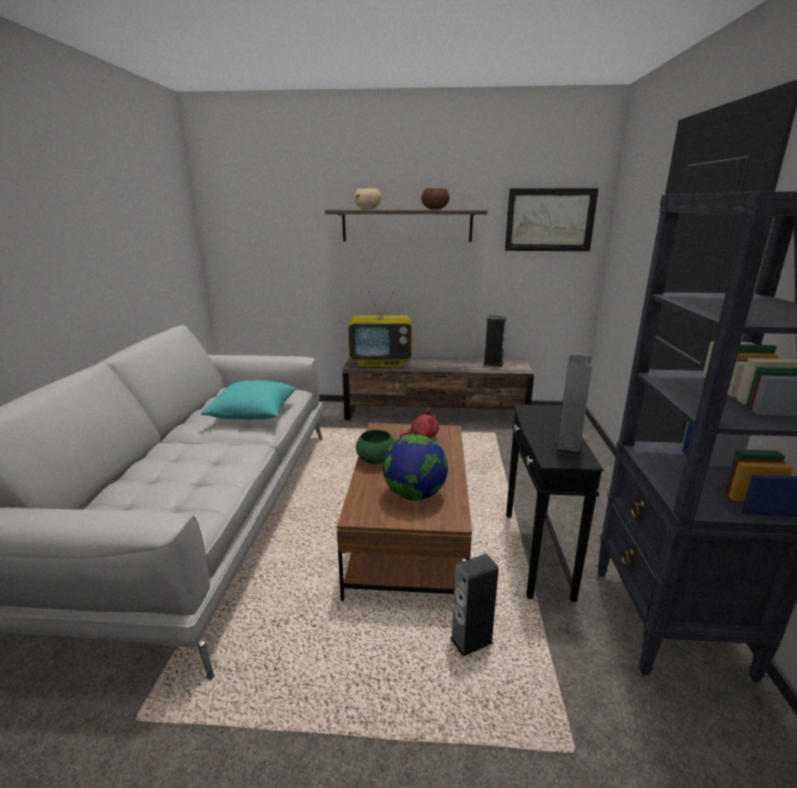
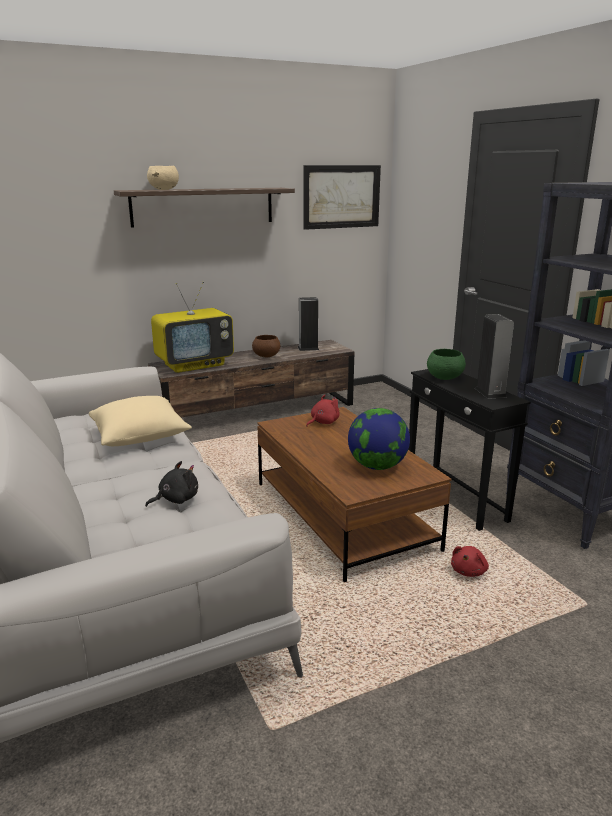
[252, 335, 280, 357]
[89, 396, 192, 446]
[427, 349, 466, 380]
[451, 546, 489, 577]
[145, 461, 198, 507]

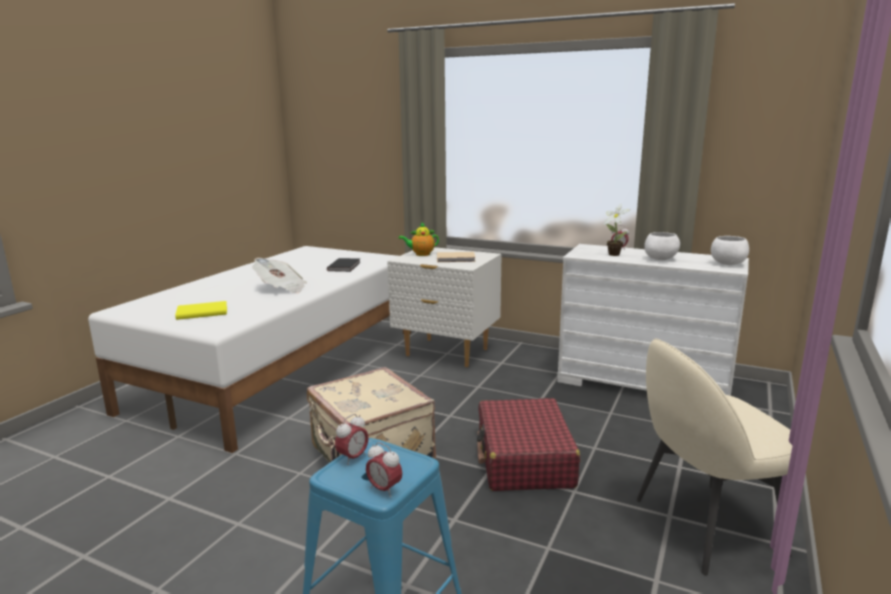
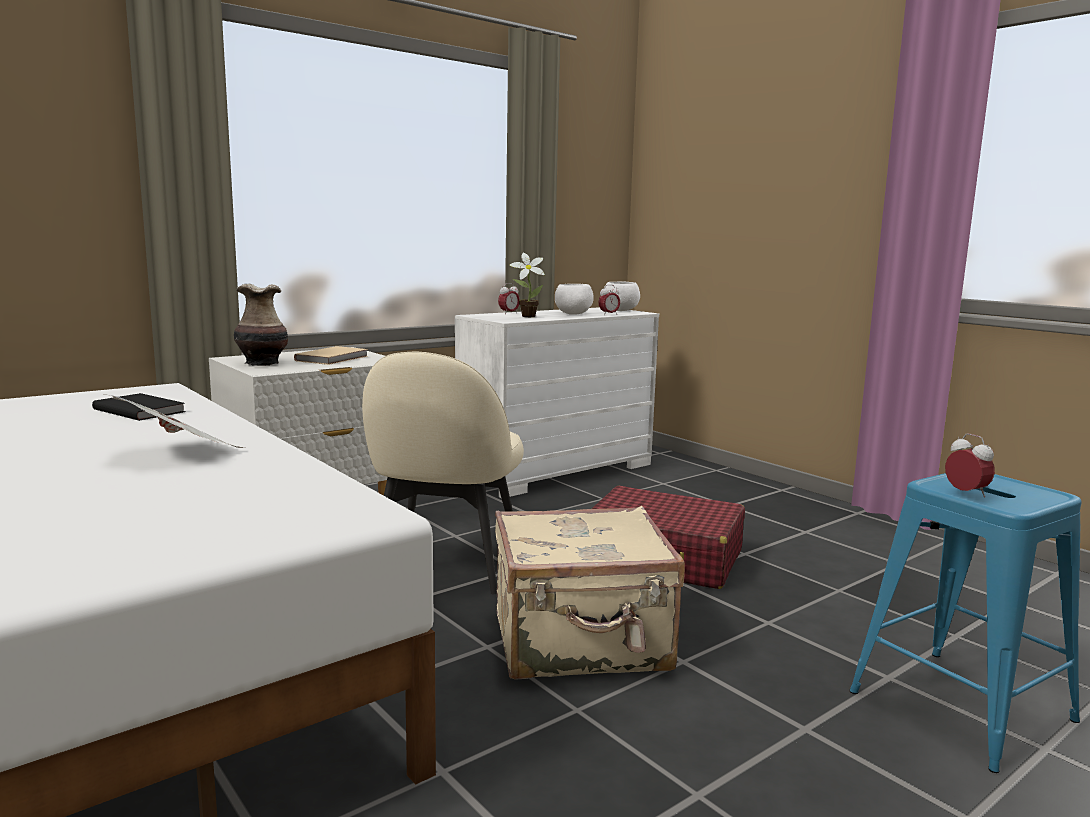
[234, 284, 288, 366]
[175, 301, 227, 320] (first image)
[362, 352, 524, 594]
[598, 285, 620, 316]

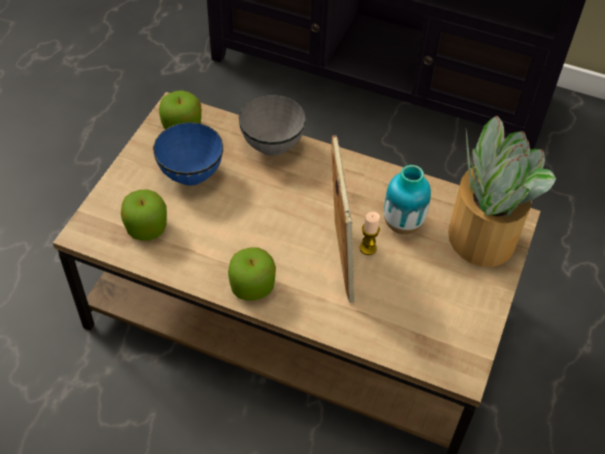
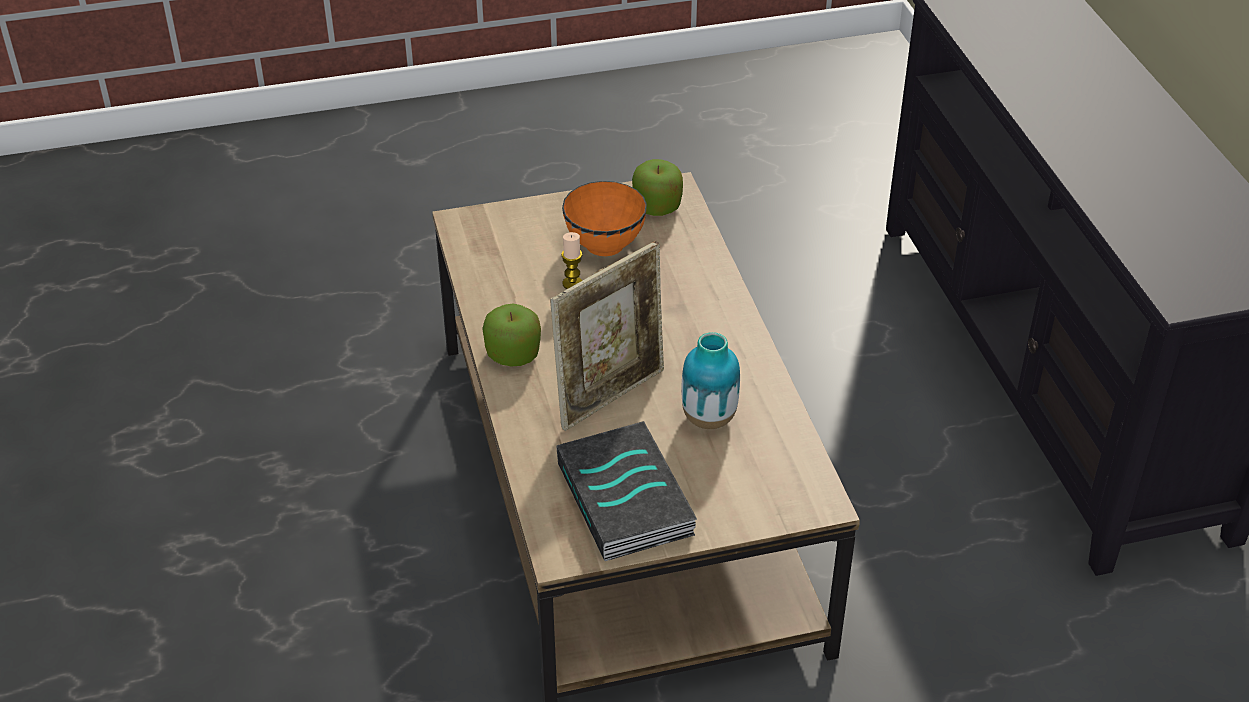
[239, 95, 306, 156] (first image)
[448, 116, 556, 267] (first image)
[562, 181, 647, 256]
[121, 189, 167, 240] (first image)
[561, 232, 582, 289]
[556, 421, 697, 561]

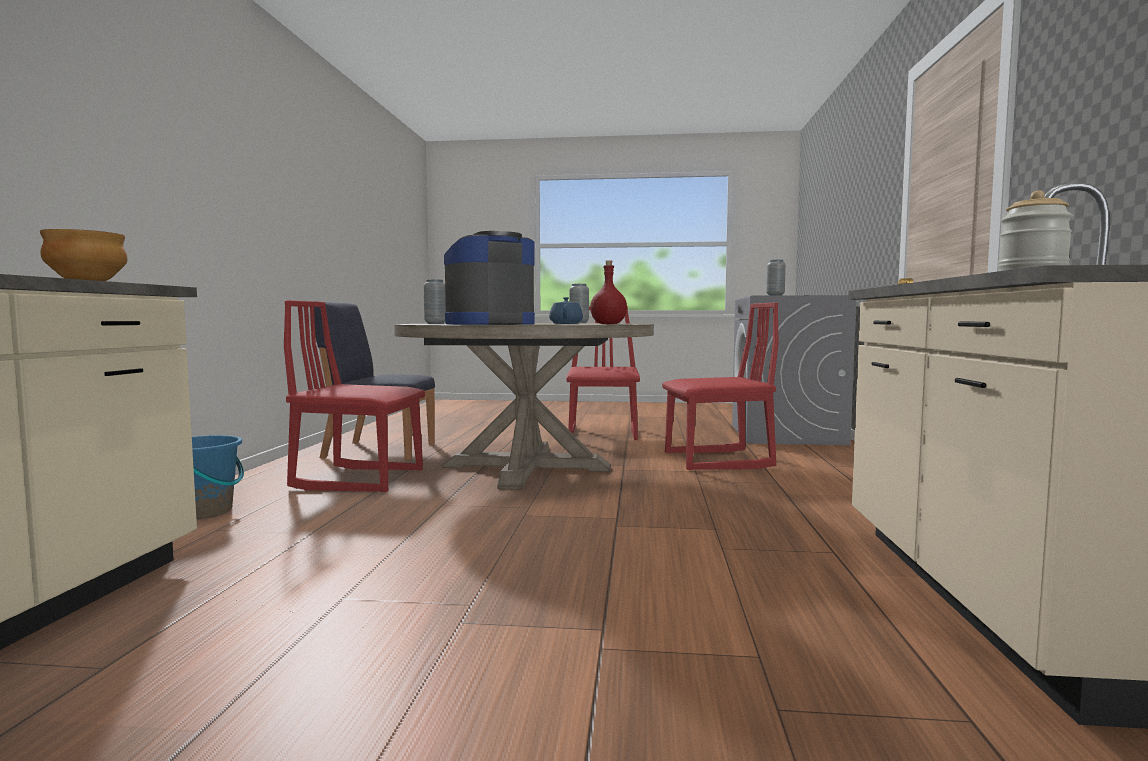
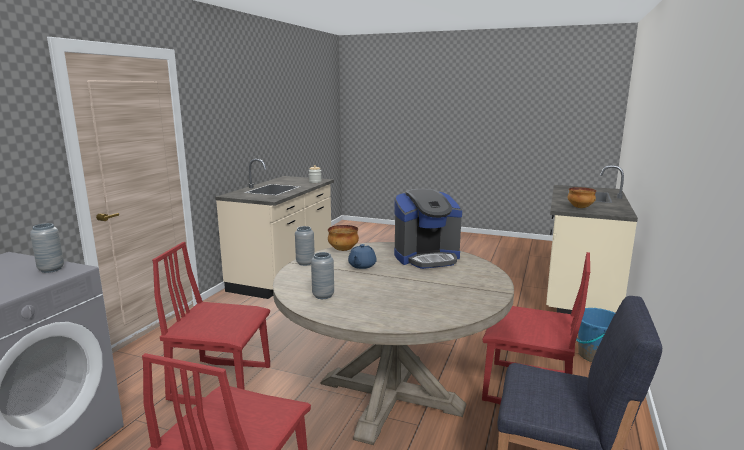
[328, 225, 359, 251]
[295, 226, 315, 266]

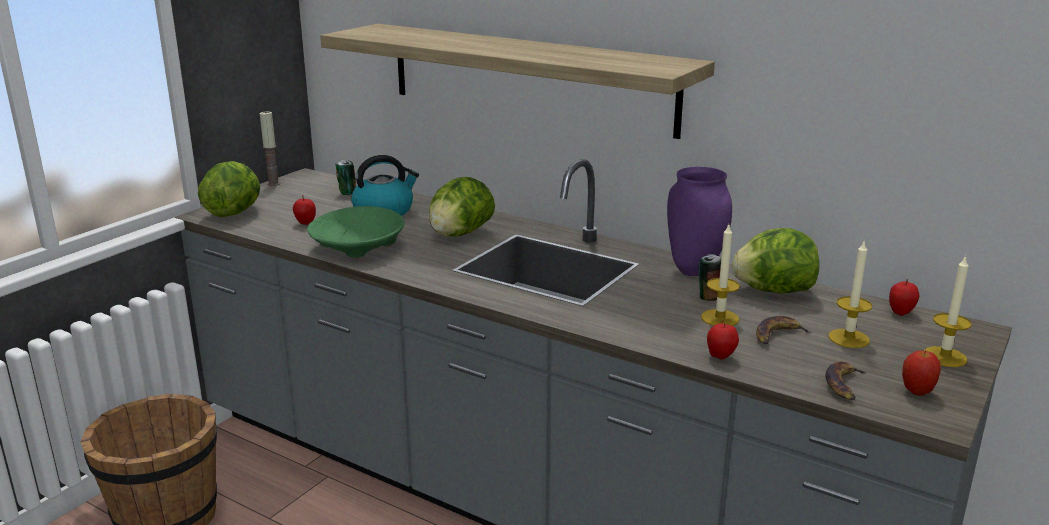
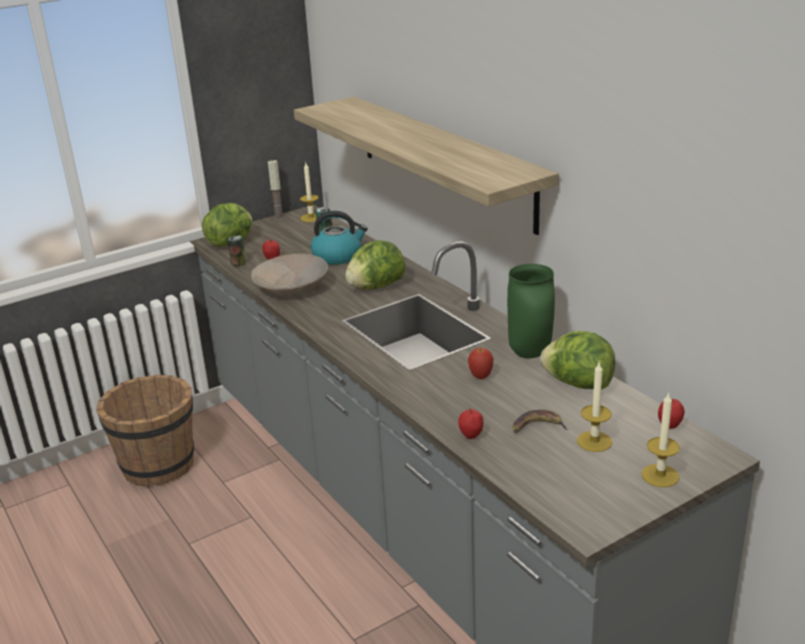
[507, 264, 555, 358]
[251, 253, 328, 298]
[300, 163, 319, 222]
[228, 235, 246, 266]
[468, 348, 494, 379]
[825, 361, 868, 400] (first image)

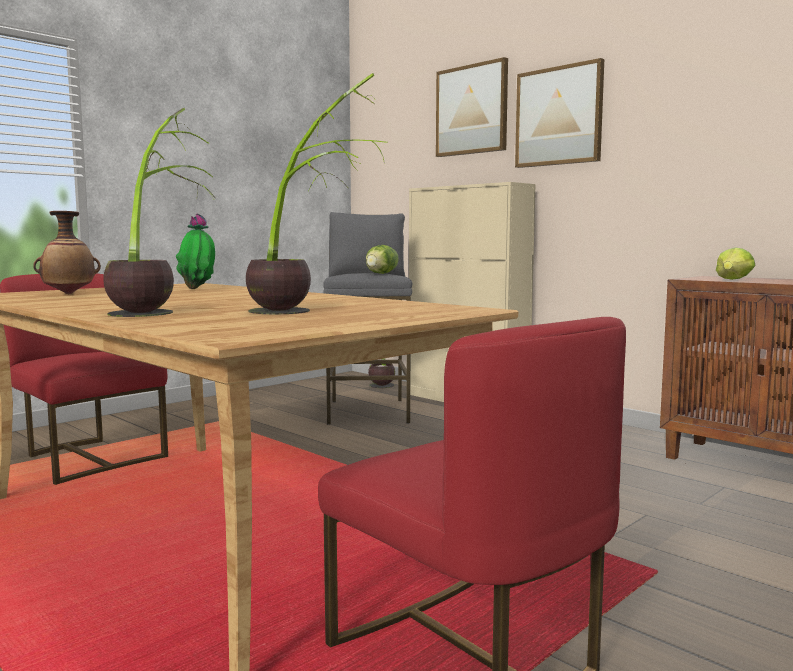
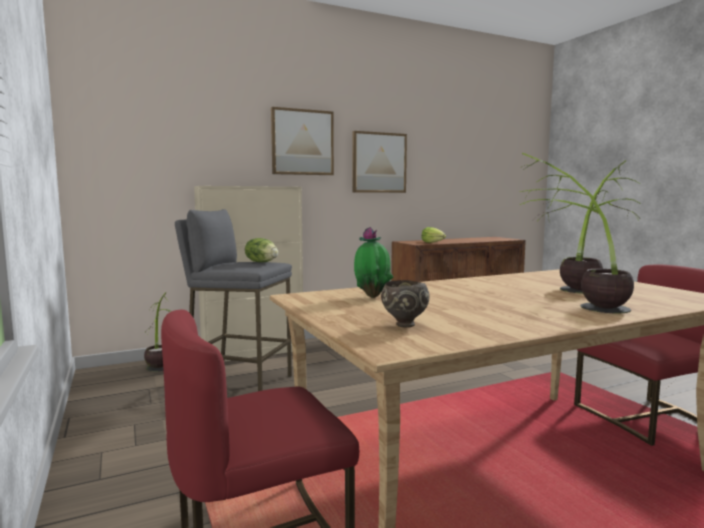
[352, 131, 407, 193]
[381, 280, 430, 328]

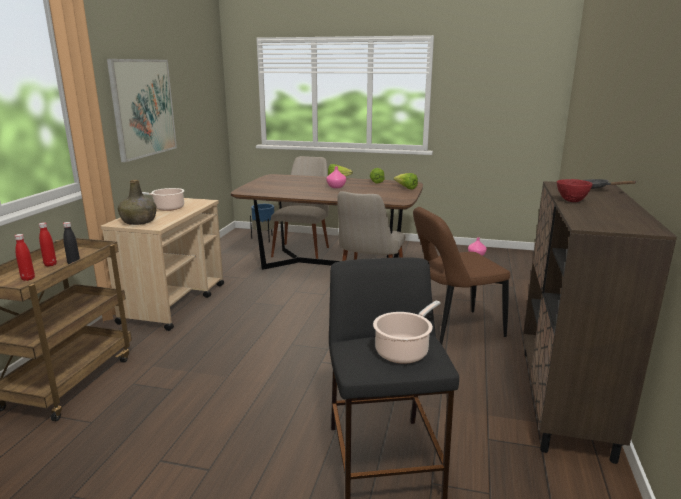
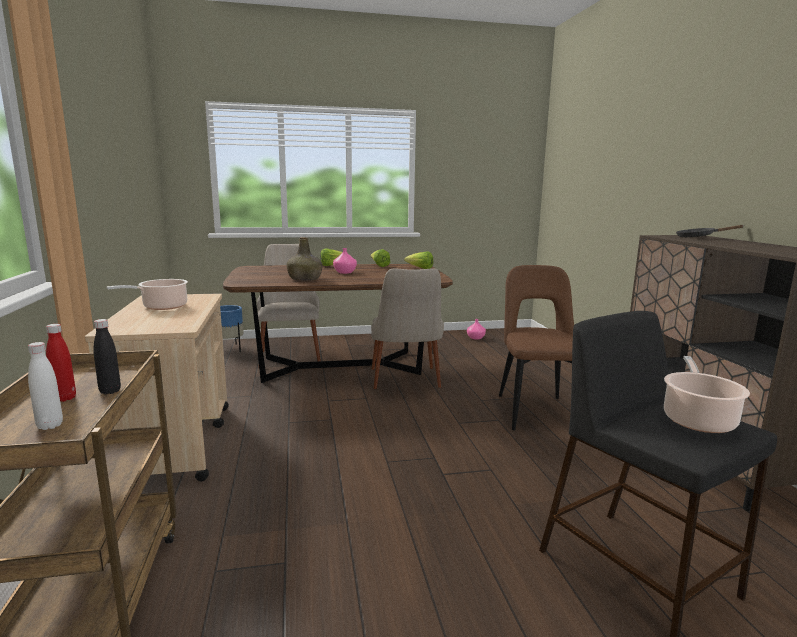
[107, 59, 177, 162] (first image)
[557, 179, 593, 202] (first image)
[287, 237, 322, 281]
[499, 265, 574, 430]
[28, 342, 63, 430]

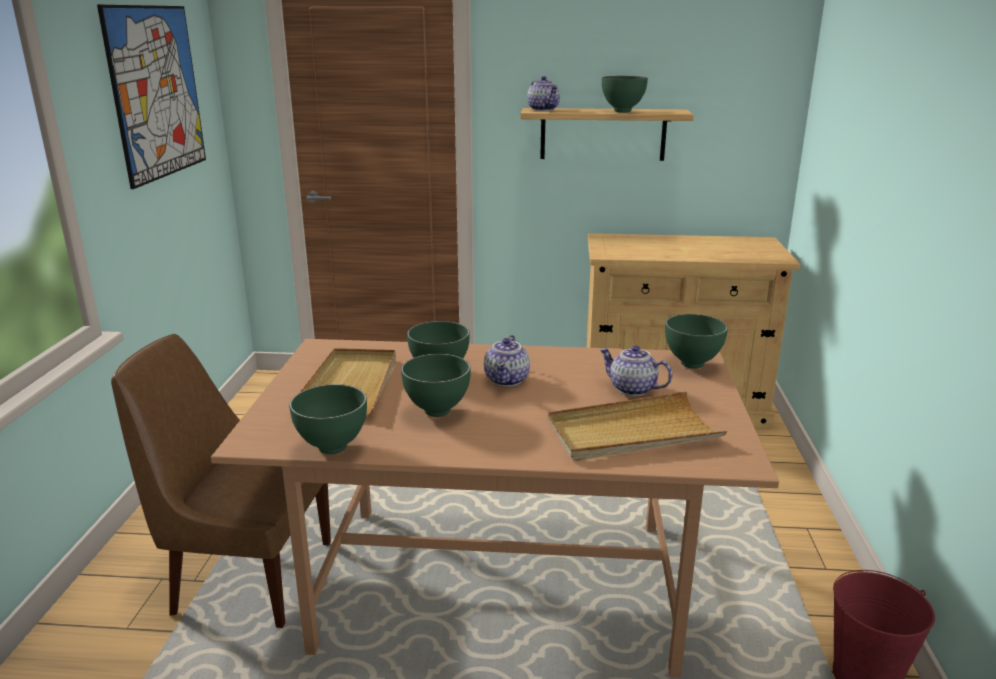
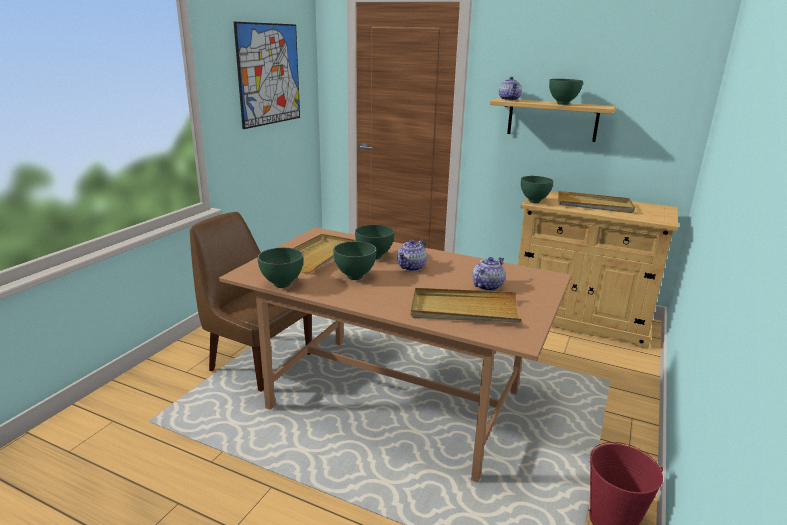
[521, 176, 554, 203]
[472, 257, 505, 291]
[558, 191, 635, 213]

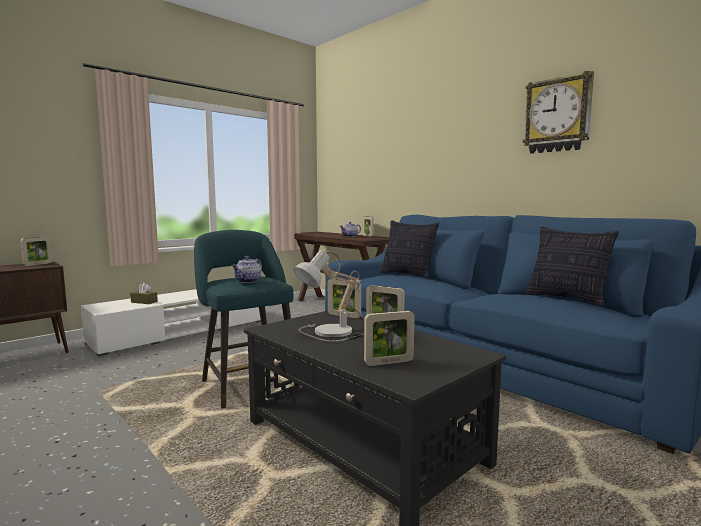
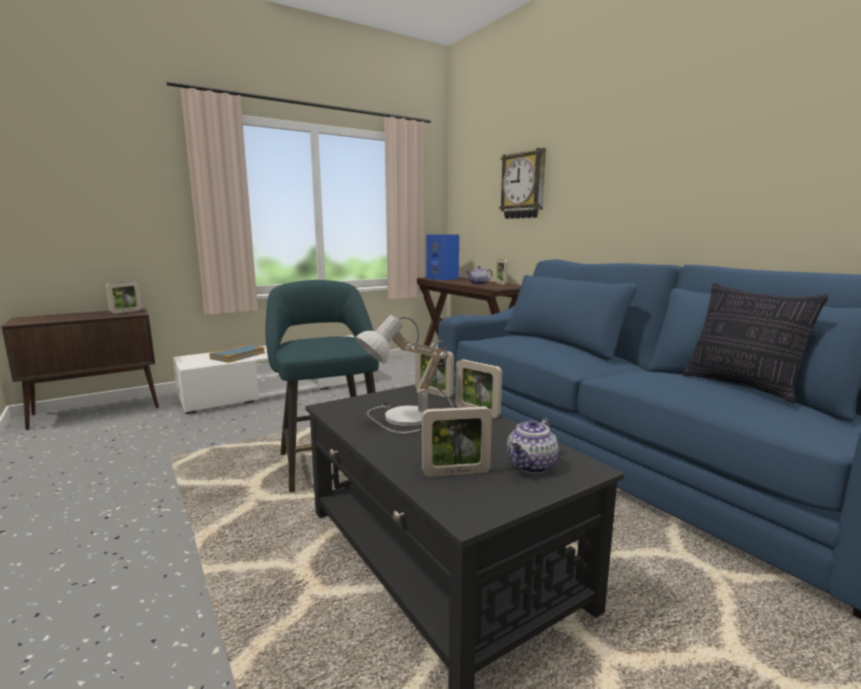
[499, 148, 546, 219]
[380, 220, 439, 279] (first image)
[507, 418, 559, 473]
[209, 344, 265, 363]
[426, 234, 459, 280]

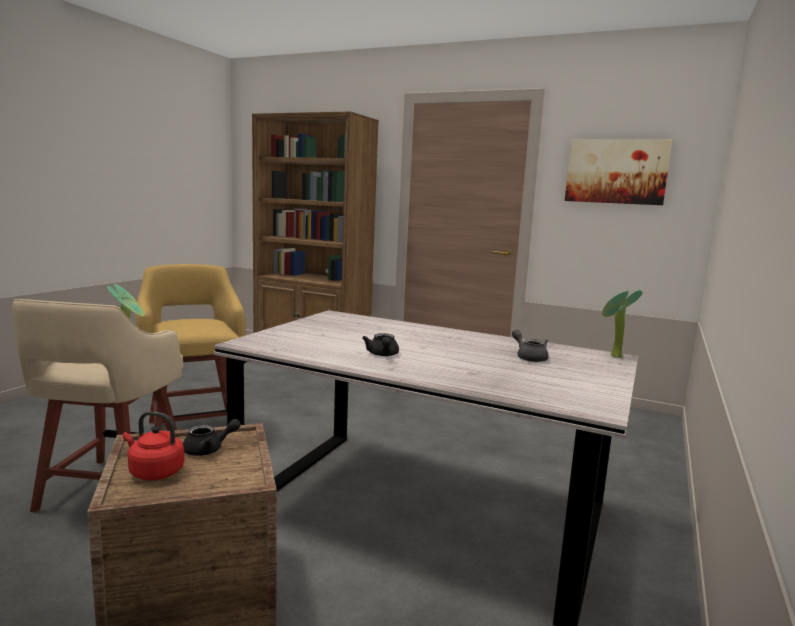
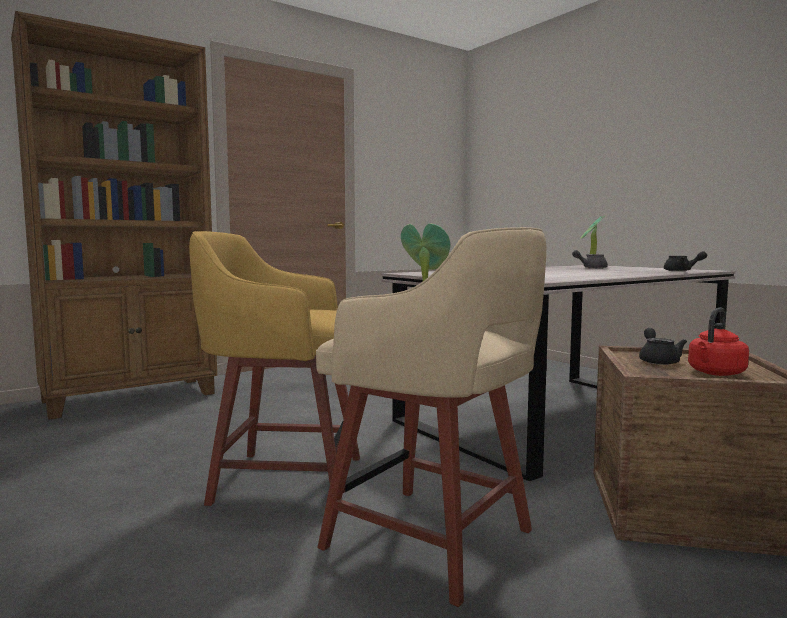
[565, 140, 672, 205] (first image)
[664, 251, 707, 271]

